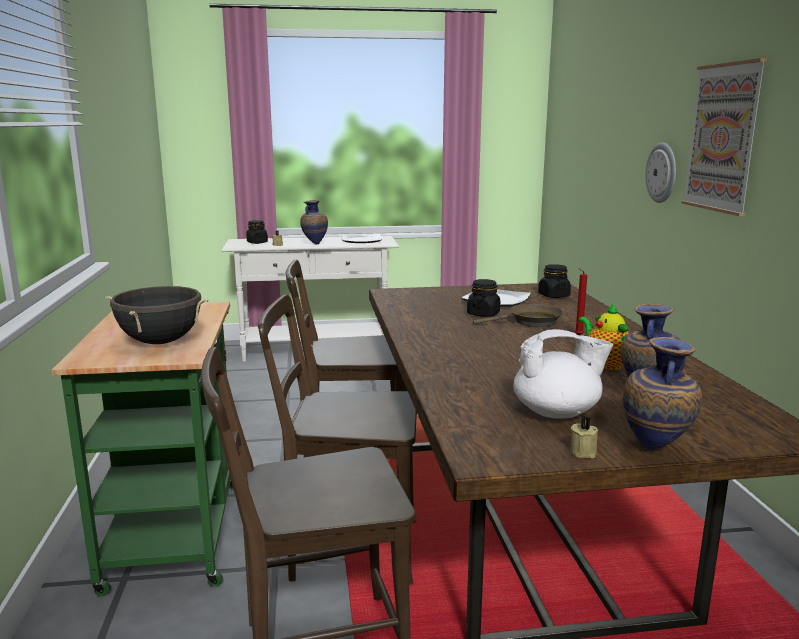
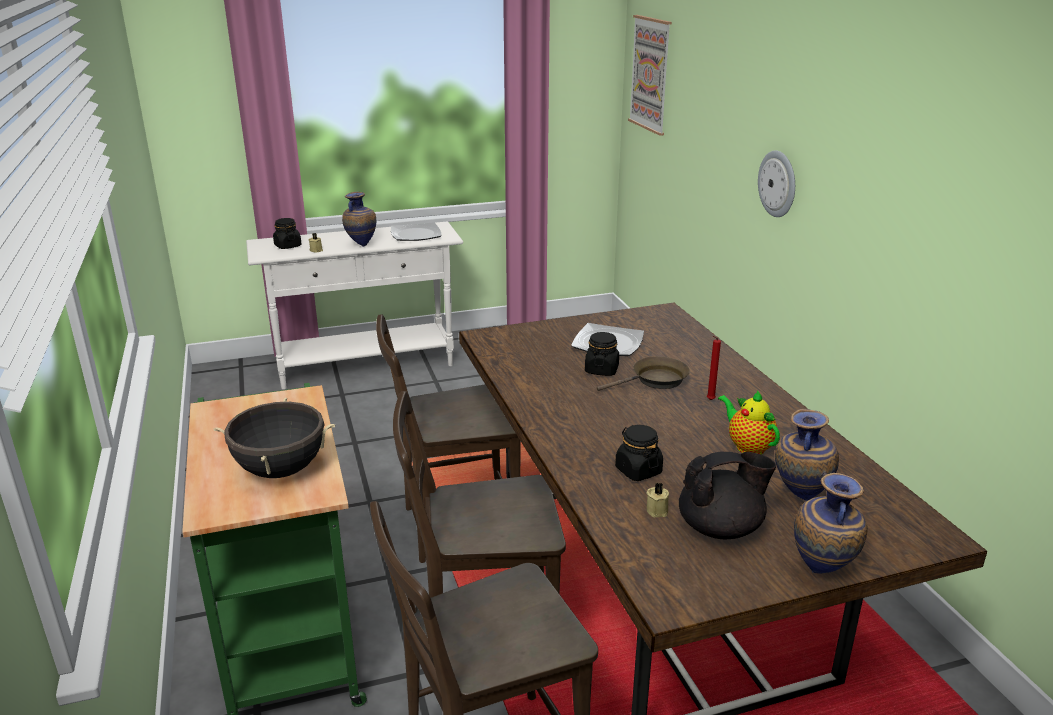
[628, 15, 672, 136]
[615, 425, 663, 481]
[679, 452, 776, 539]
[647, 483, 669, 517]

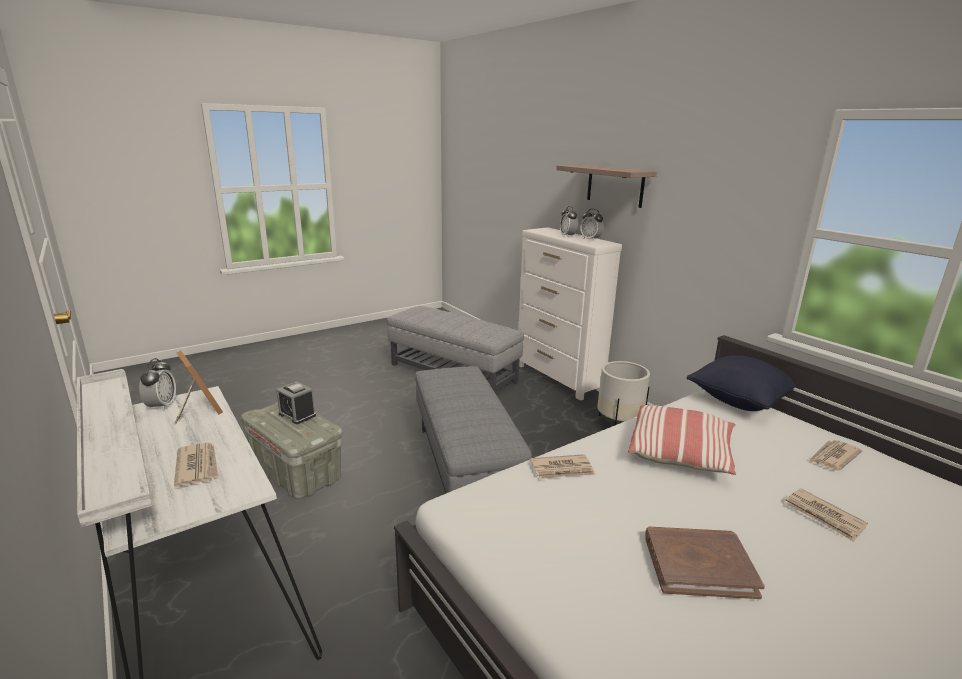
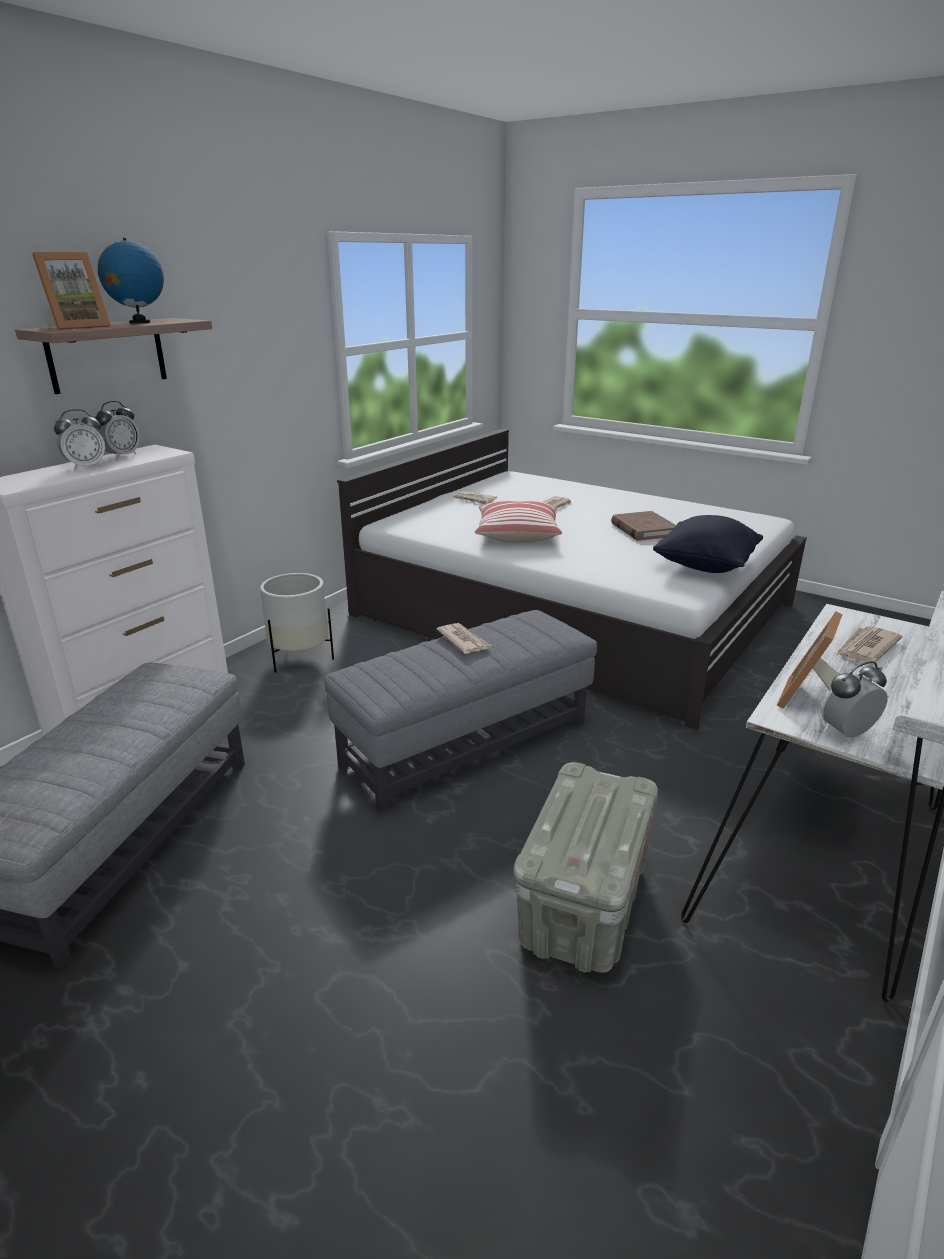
[653, 515, 763, 573]
[276, 381, 316, 424] (first image)
[436, 623, 491, 654]
[98, 238, 164, 324]
[32, 252, 111, 330]

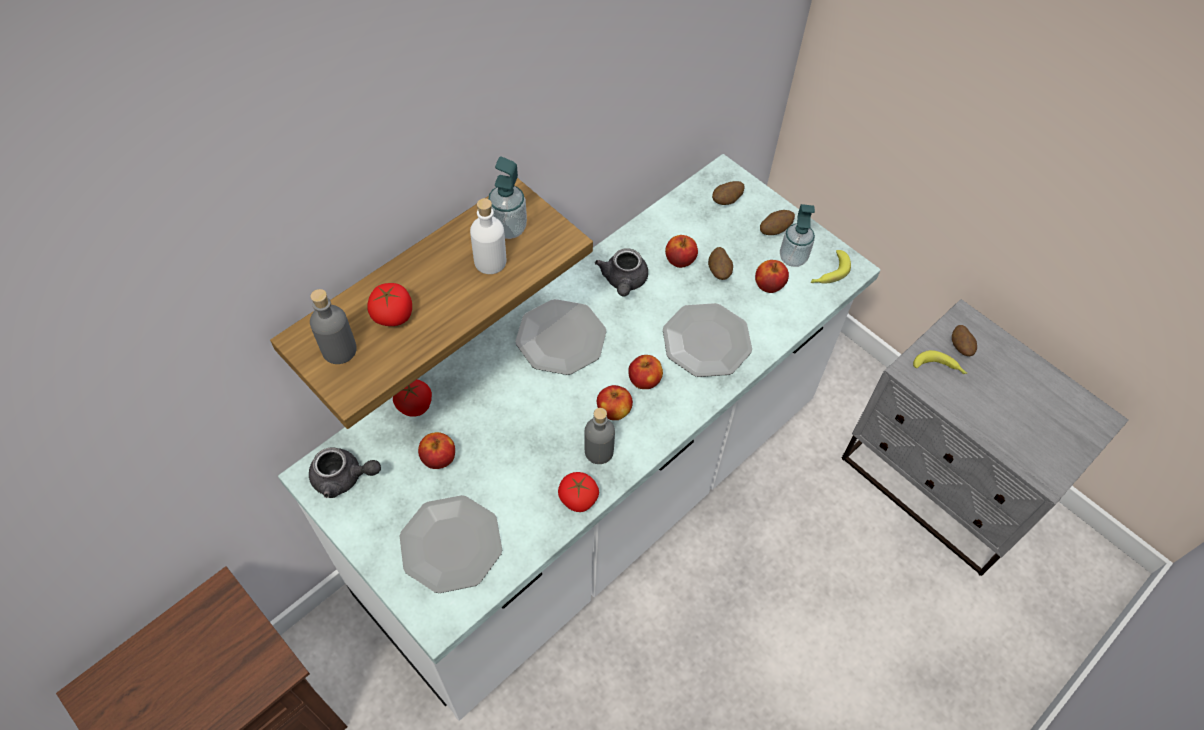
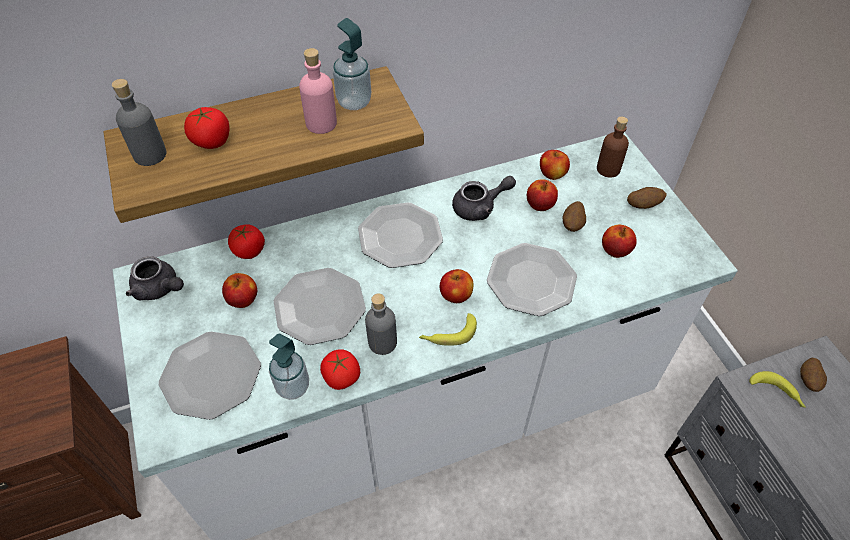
[597, 116, 629, 178]
[299, 48, 337, 134]
[269, 333, 309, 400]
[452, 176, 516, 221]
[419, 313, 477, 346]
[540, 150, 570, 180]
[274, 268, 366, 345]

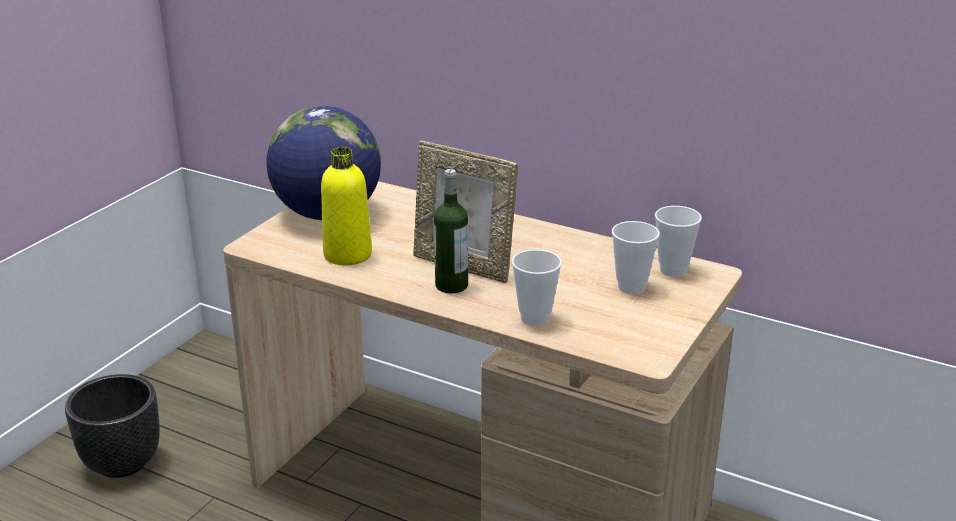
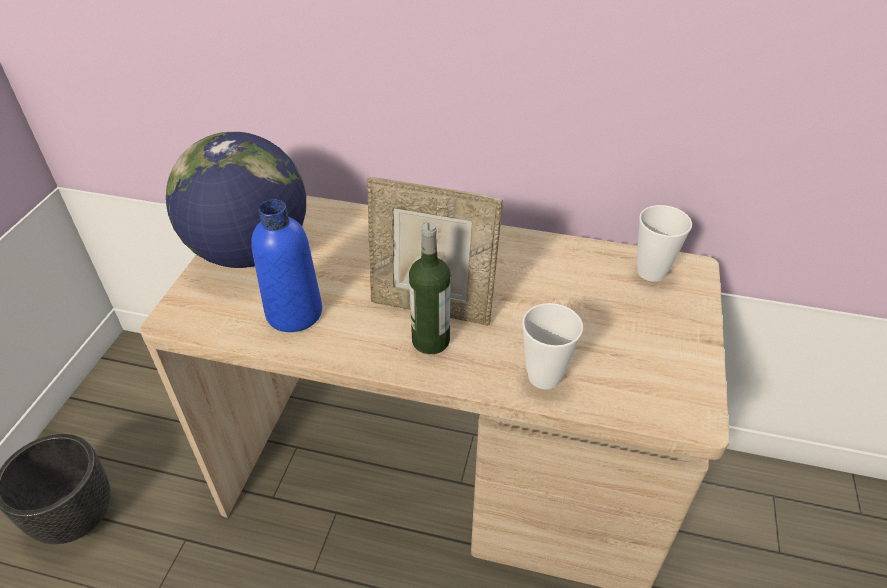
[251, 199, 322, 332]
[612, 221, 660, 294] (first image)

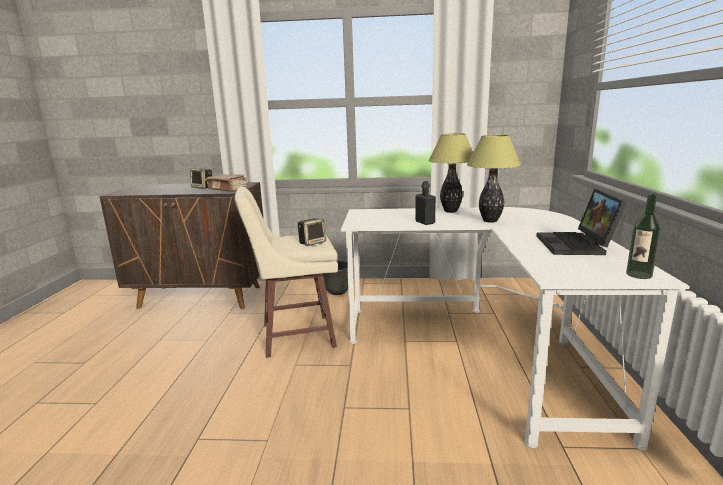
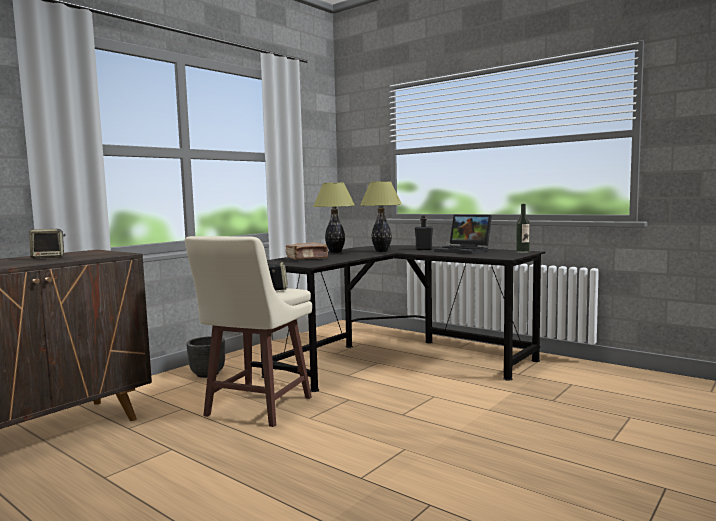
[285, 242, 329, 259]
[415, 215, 433, 250]
[260, 245, 545, 392]

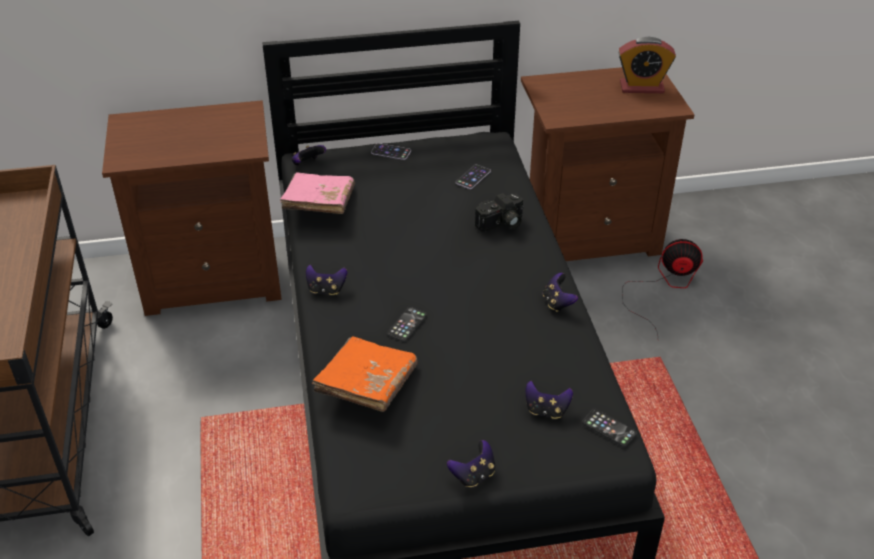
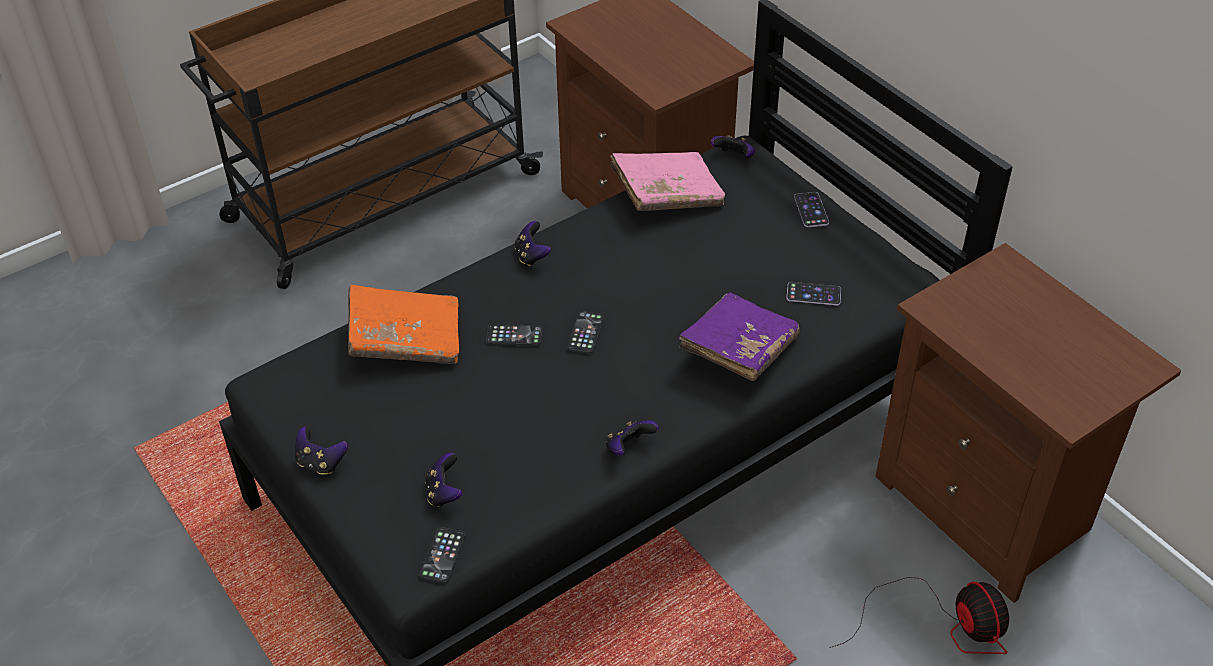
[618, 37, 676, 93] (first image)
[679, 292, 800, 381]
[567, 311, 604, 353]

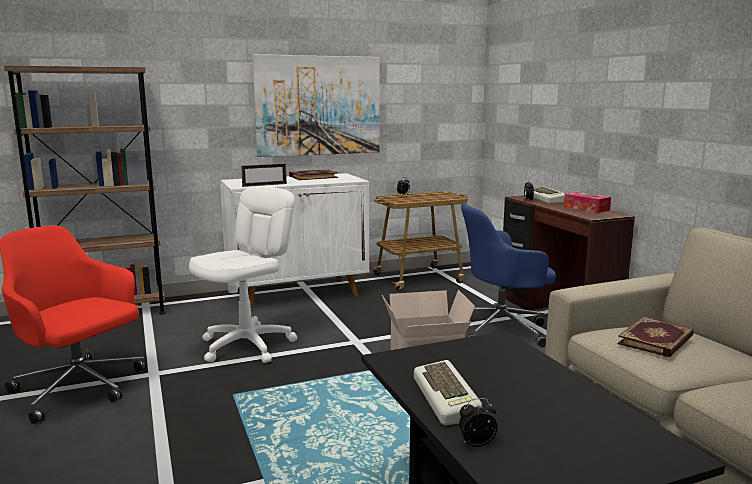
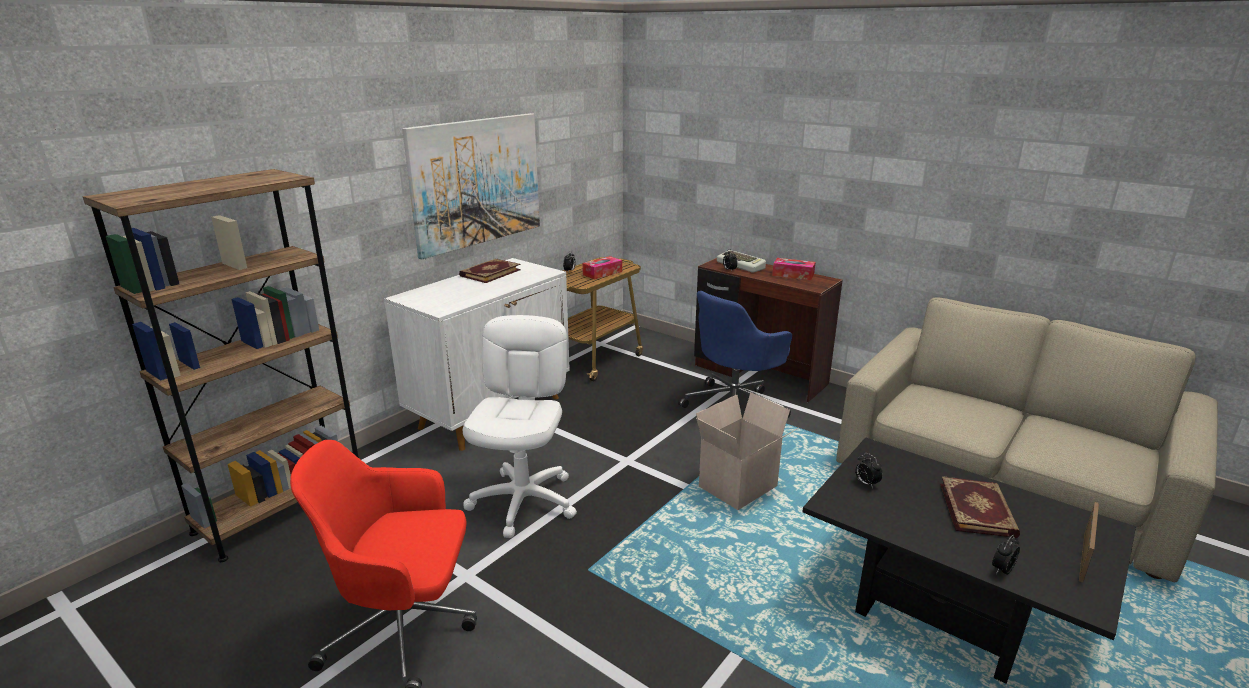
[1079, 502, 1099, 583]
[940, 476, 1020, 538]
[414, 360, 482, 425] (first image)
[582, 256, 622, 279]
[855, 453, 883, 488]

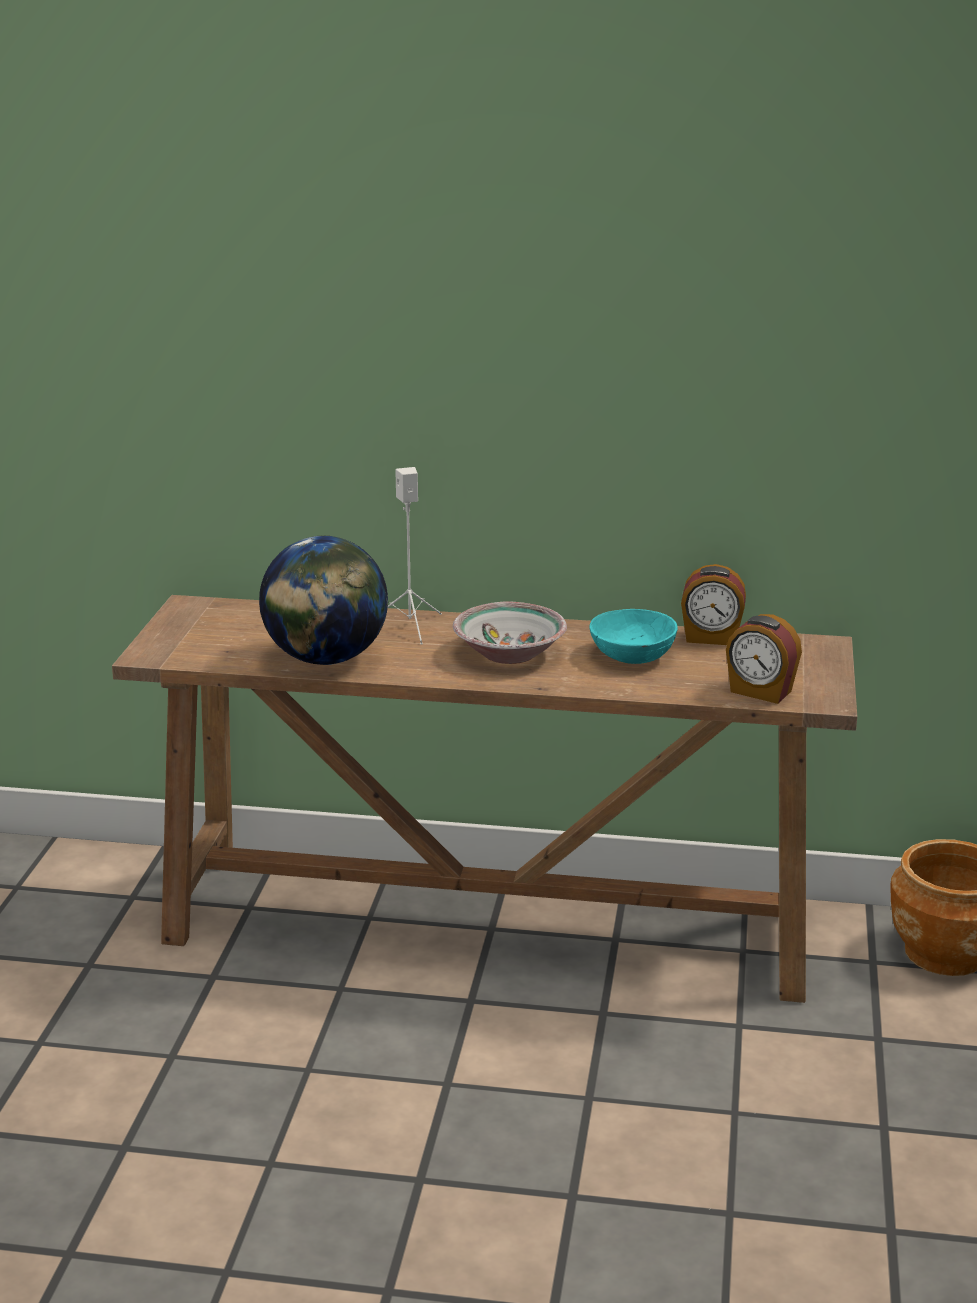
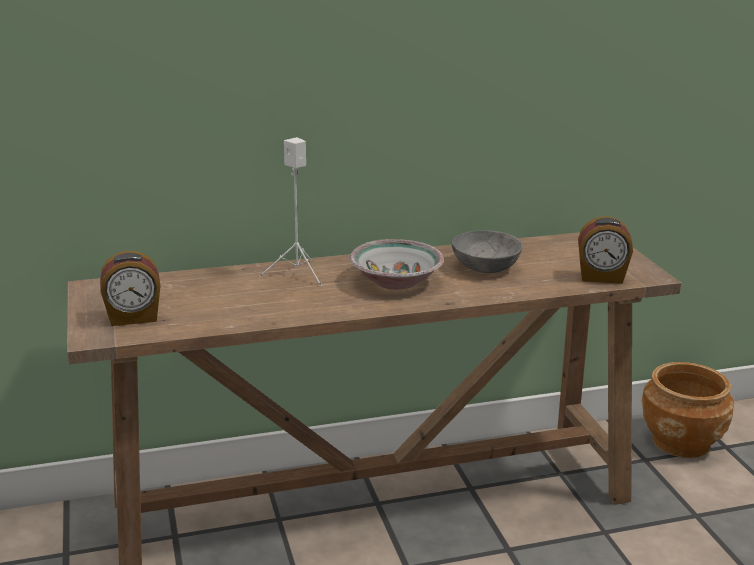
[259, 536, 389, 665] (first image)
[100, 251, 161, 326]
[452, 230, 523, 273]

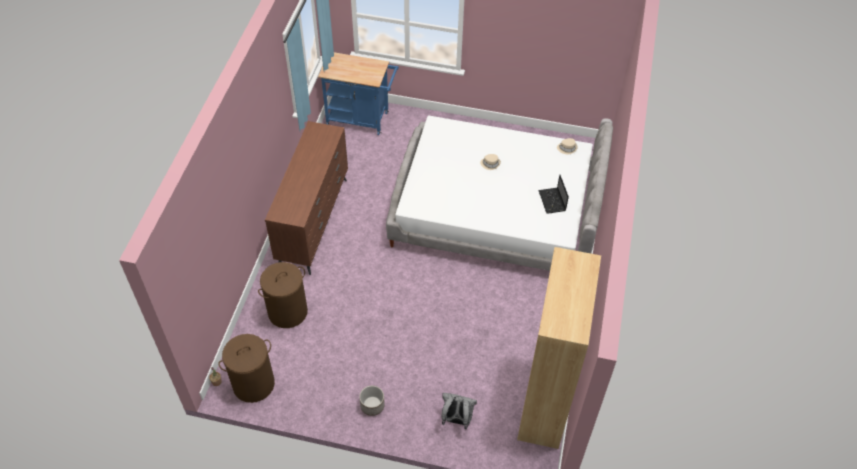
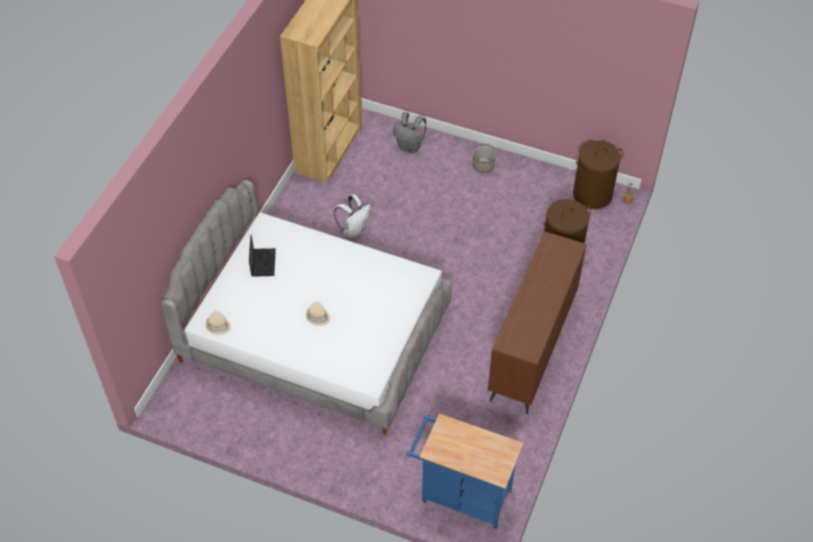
[334, 194, 371, 239]

